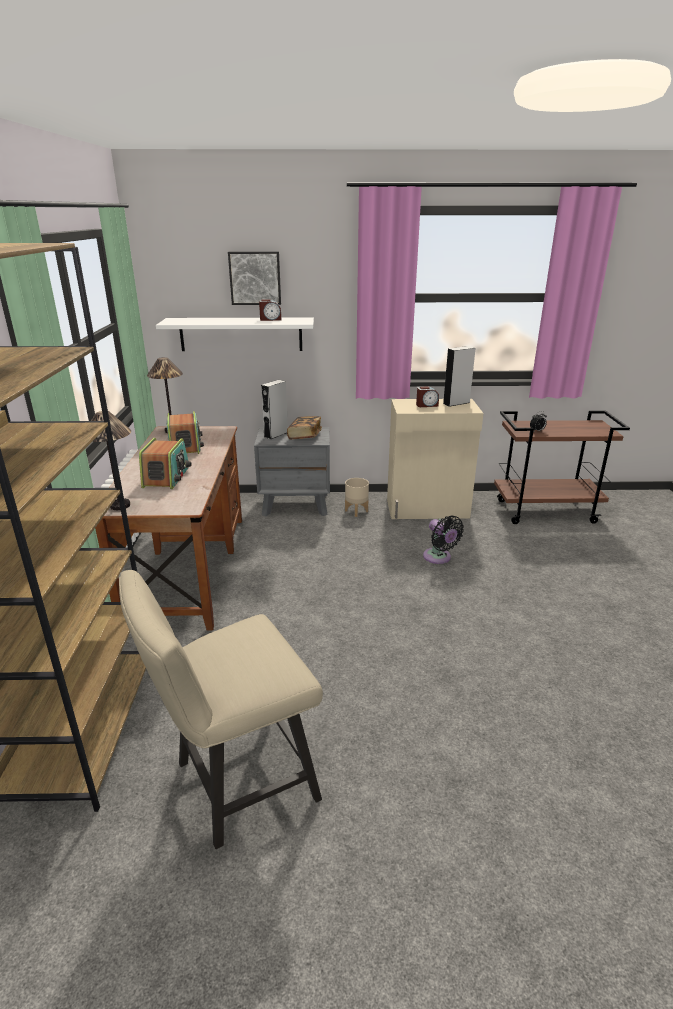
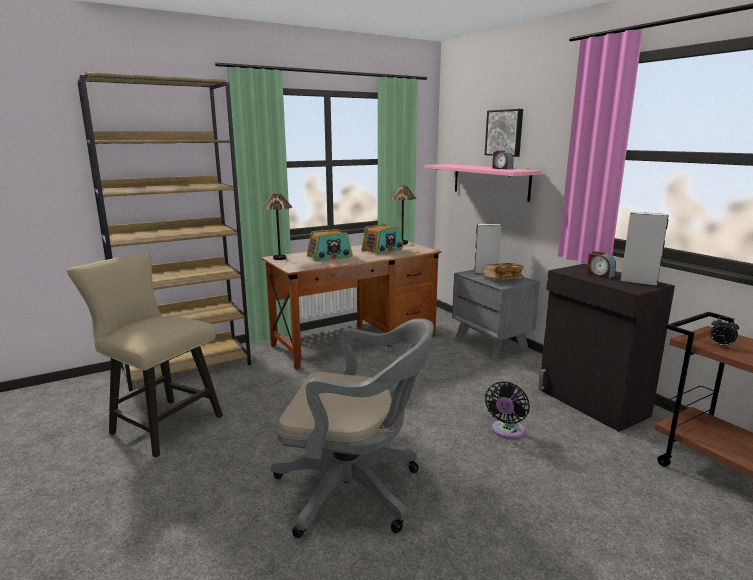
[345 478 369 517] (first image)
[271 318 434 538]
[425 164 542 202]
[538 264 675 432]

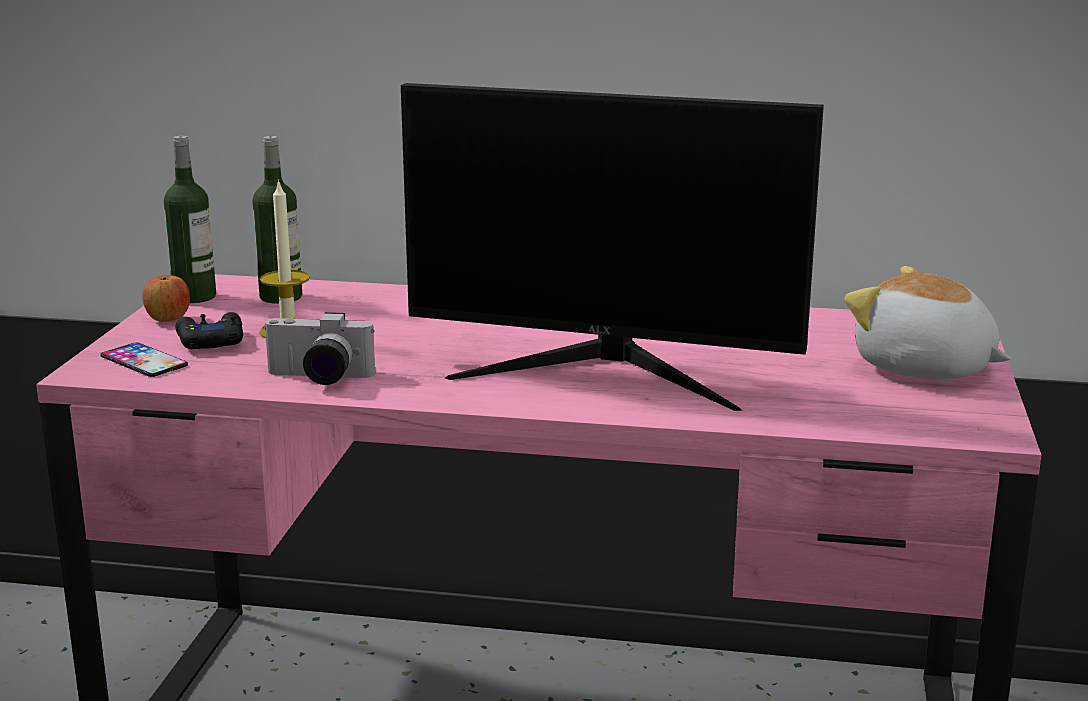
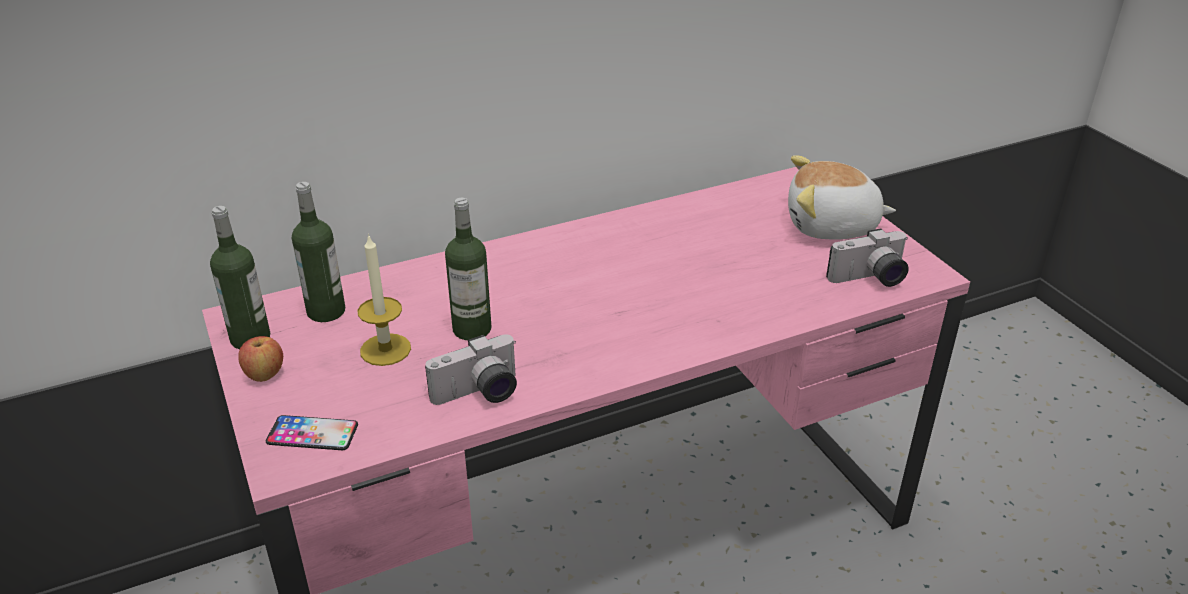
[176 312 243 349] (first image)
[401 83 824 411] (first image)
[445 198 492 340]
[826 228 909 287]

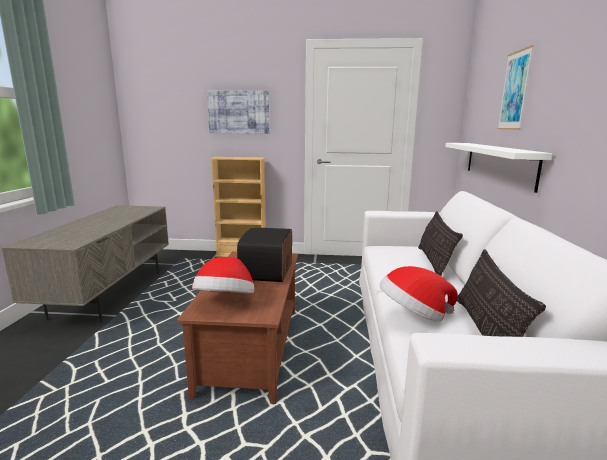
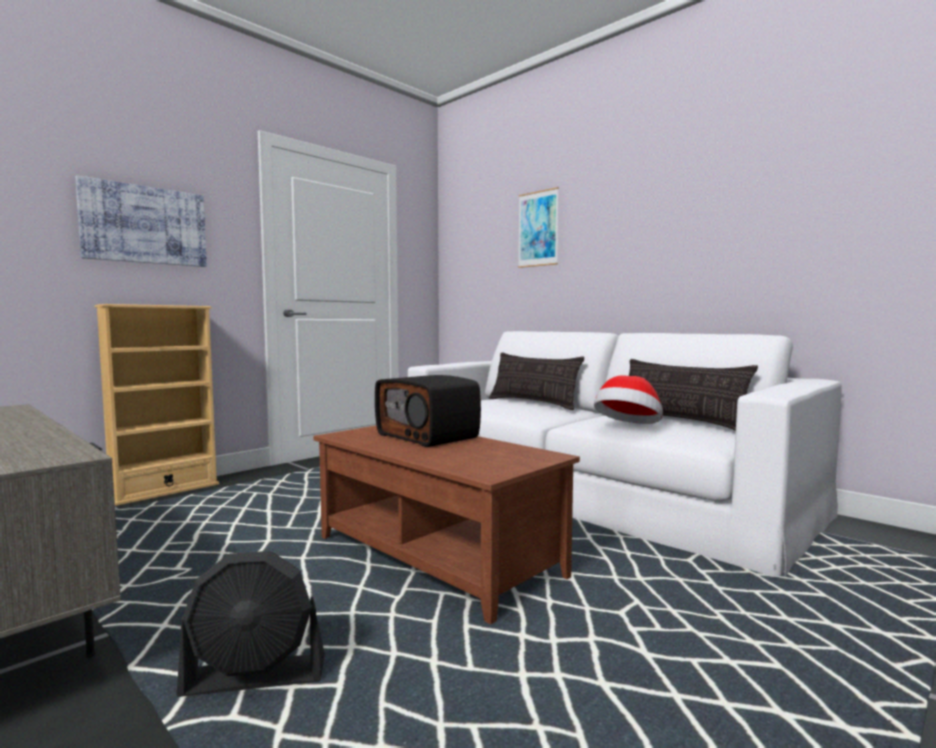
[192 257 254 294] (first image)
[445 143 552 193] (first image)
[176 551 325 697]

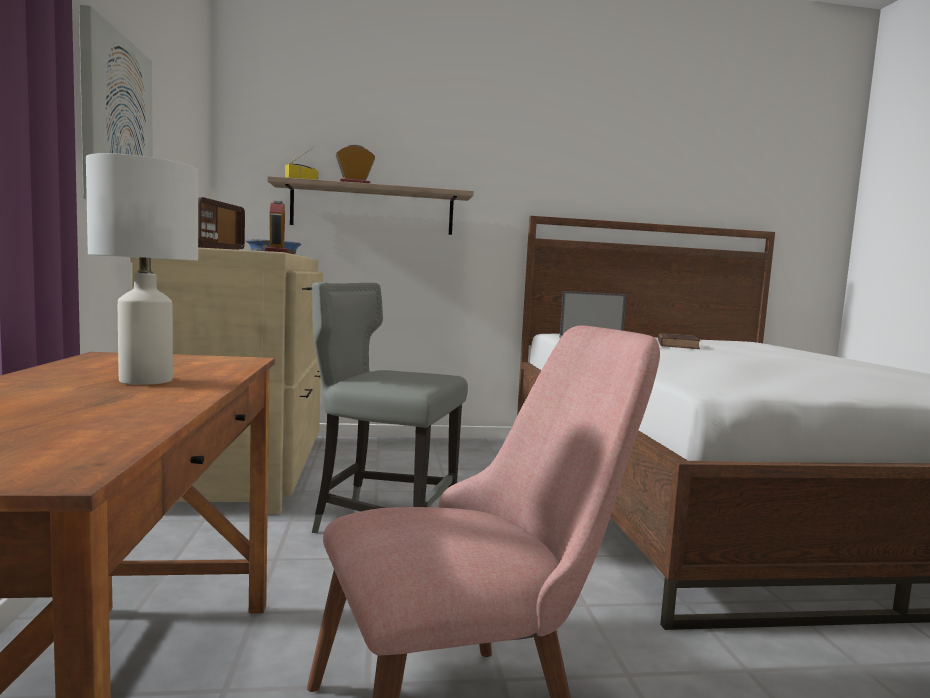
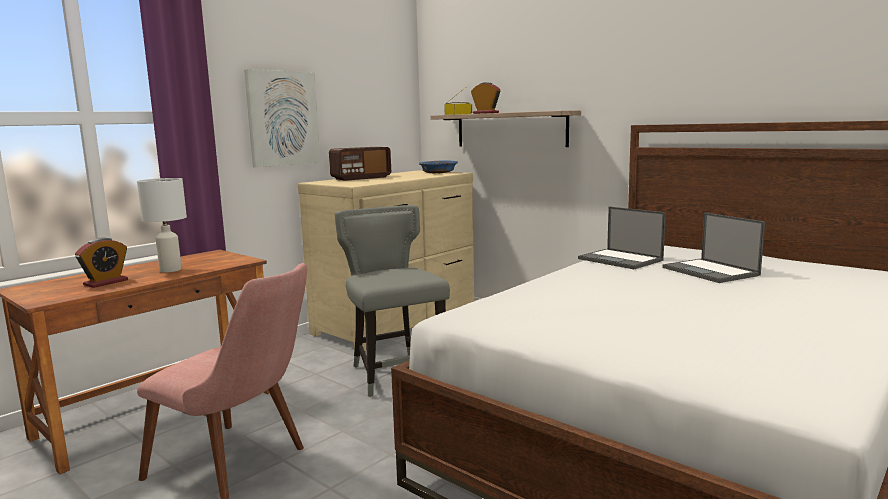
[75 238 128 288]
[662 213 765 283]

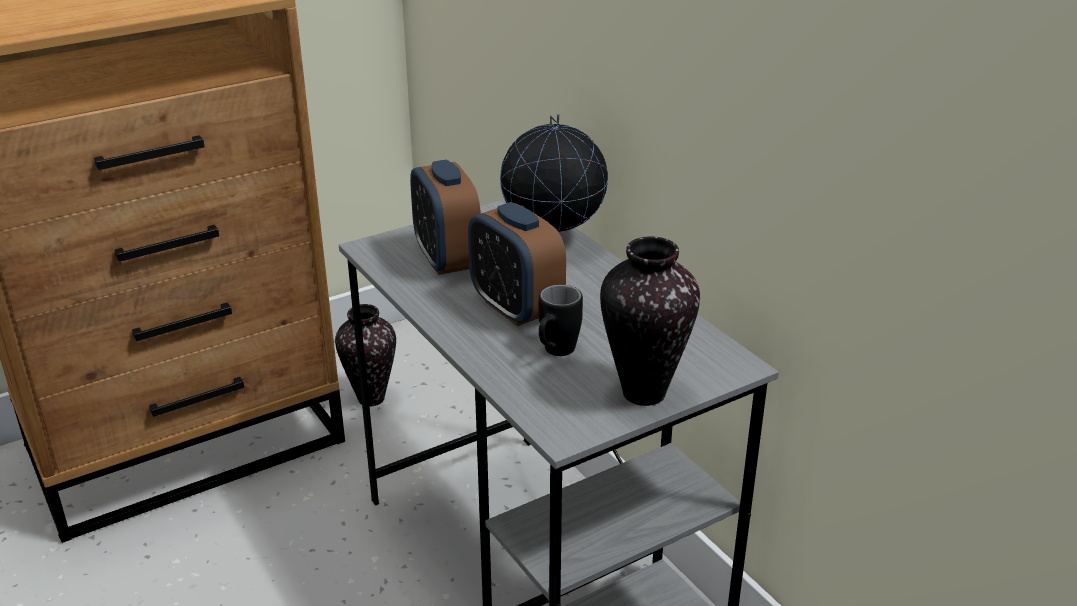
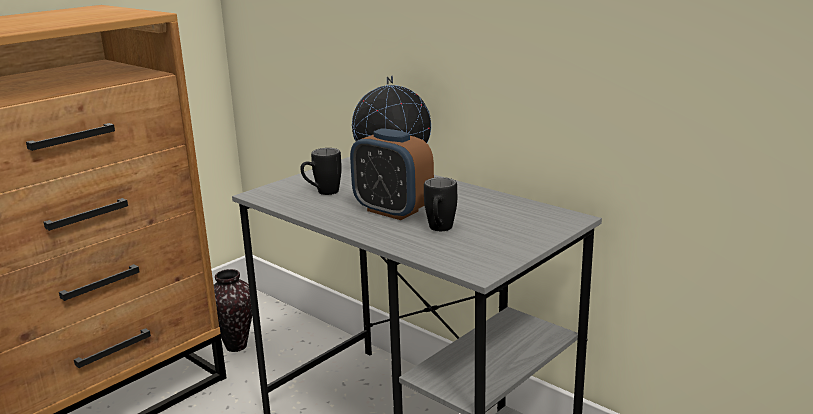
[600 236 700 406] (first image)
[300 148 342 195]

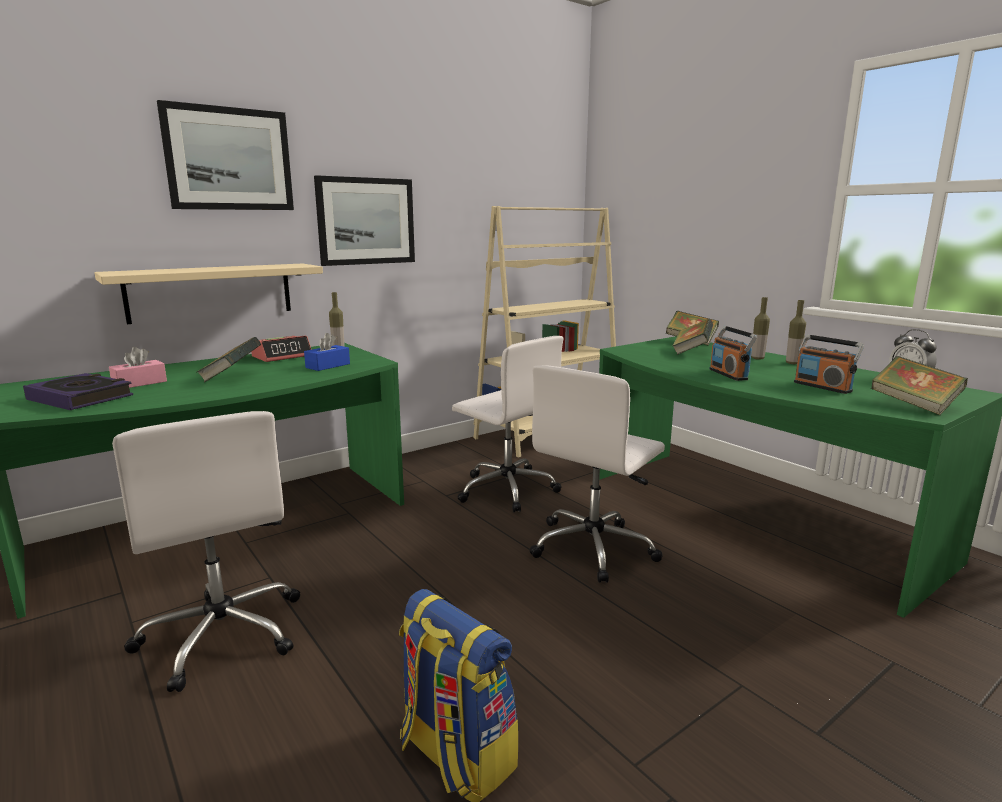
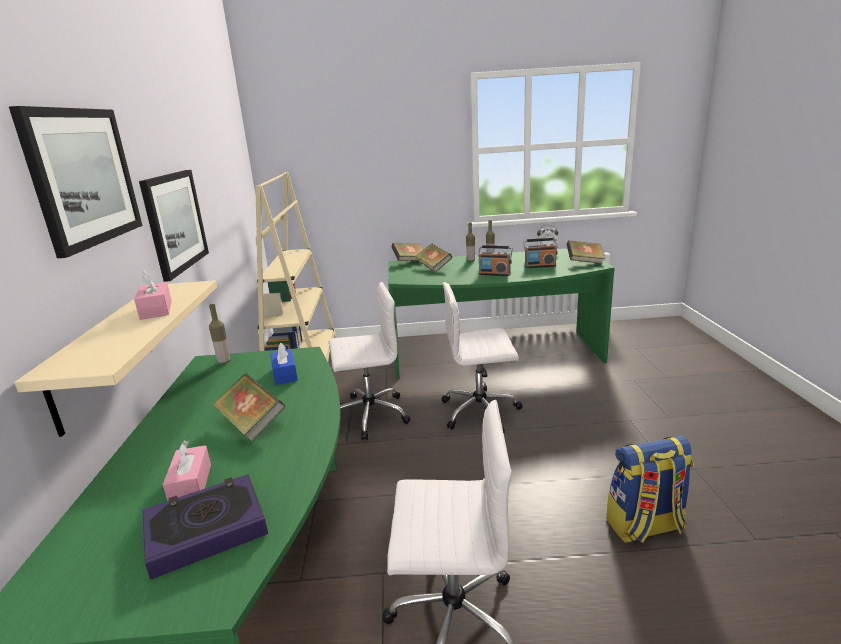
[251 335 312 362] (first image)
[134 270 172 320]
[442 282 523 433]

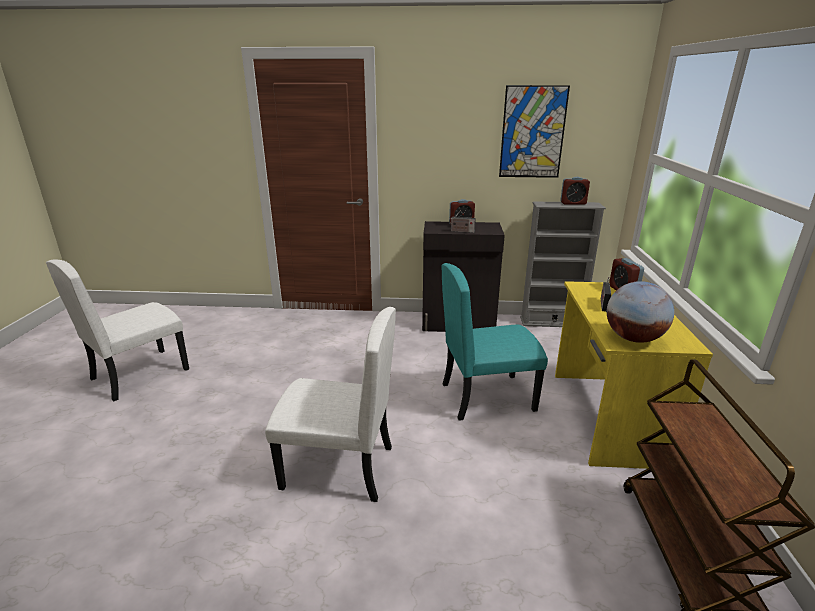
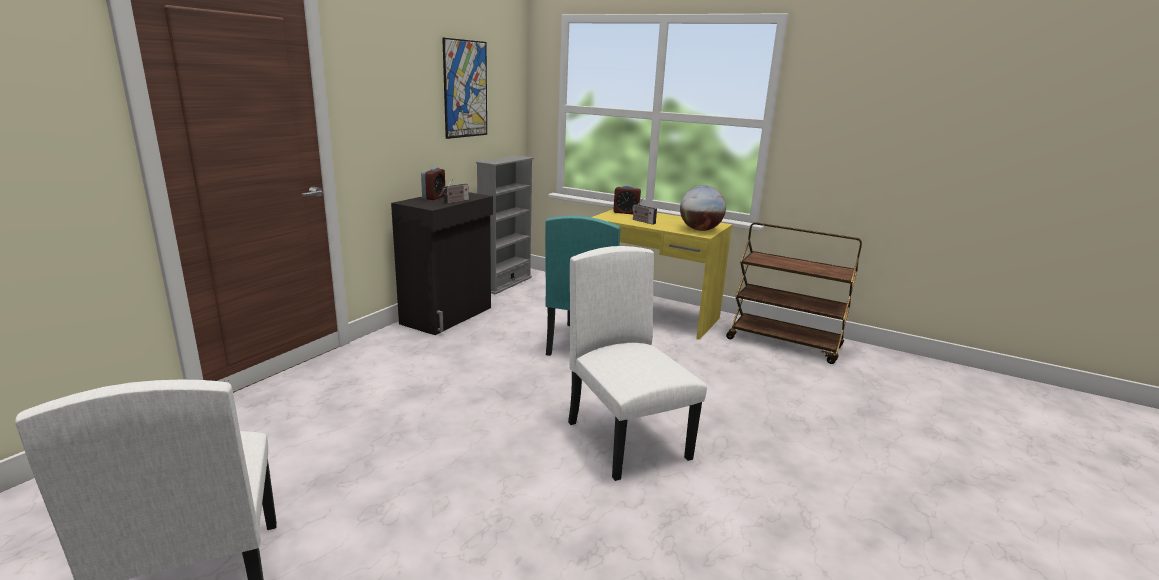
[560 177 590 205] (first image)
[568 246 707 481]

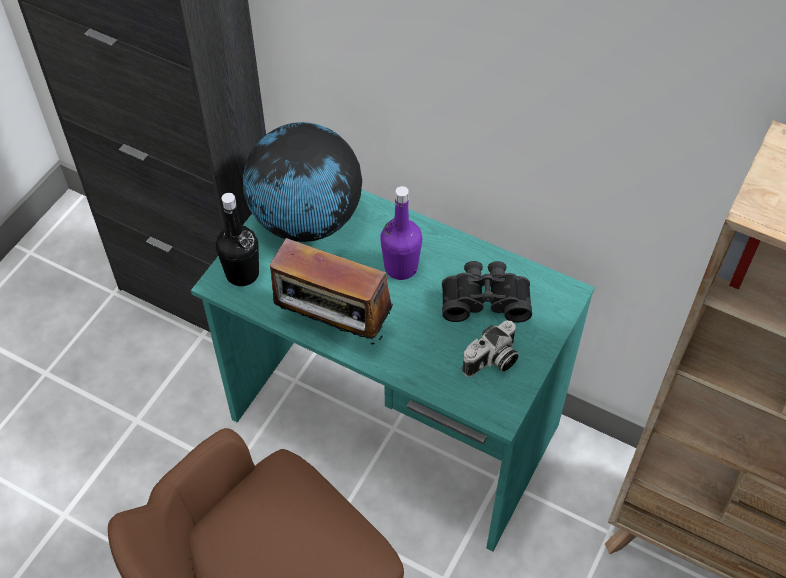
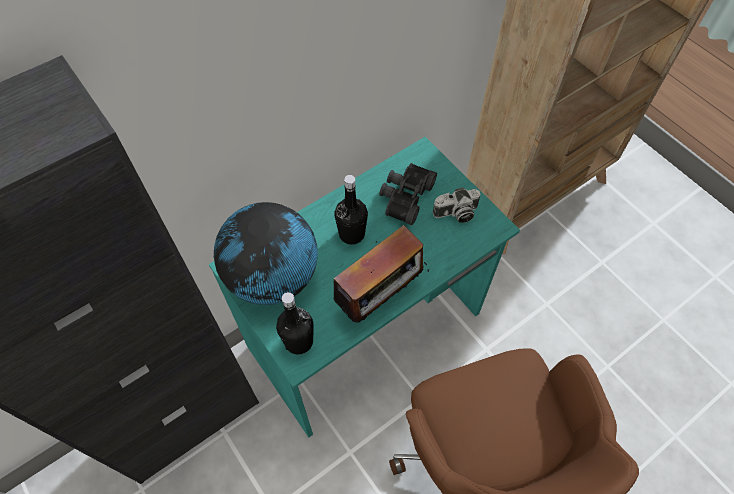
[334 175 368 245]
[433 187 481 223]

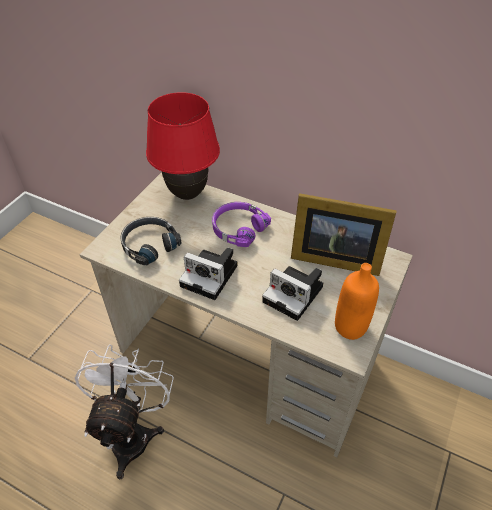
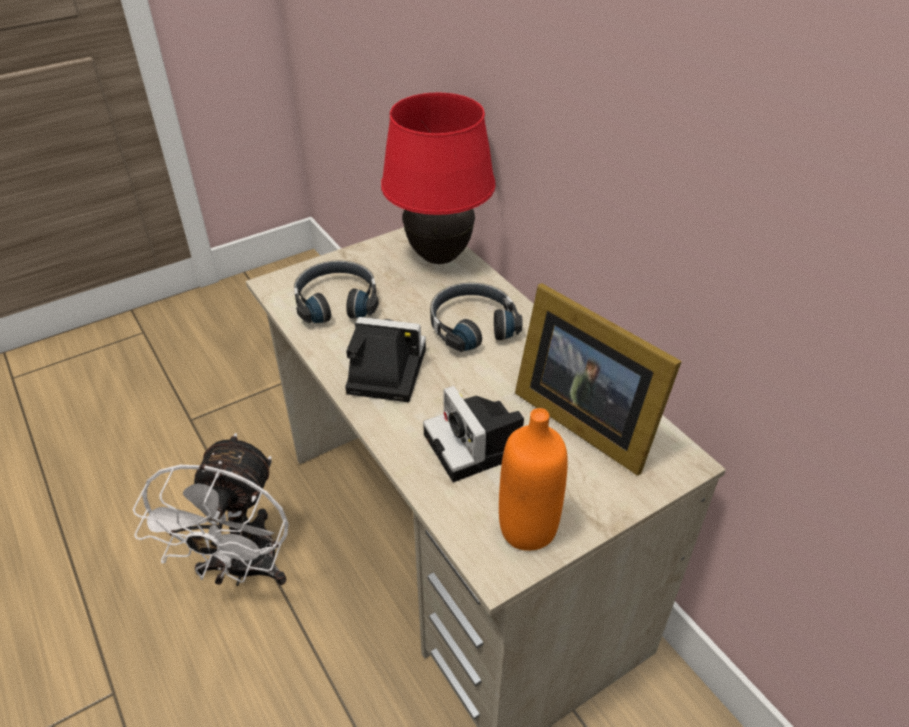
[430 282 523 352]
[133 433 289 586]
[345 317 426 402]

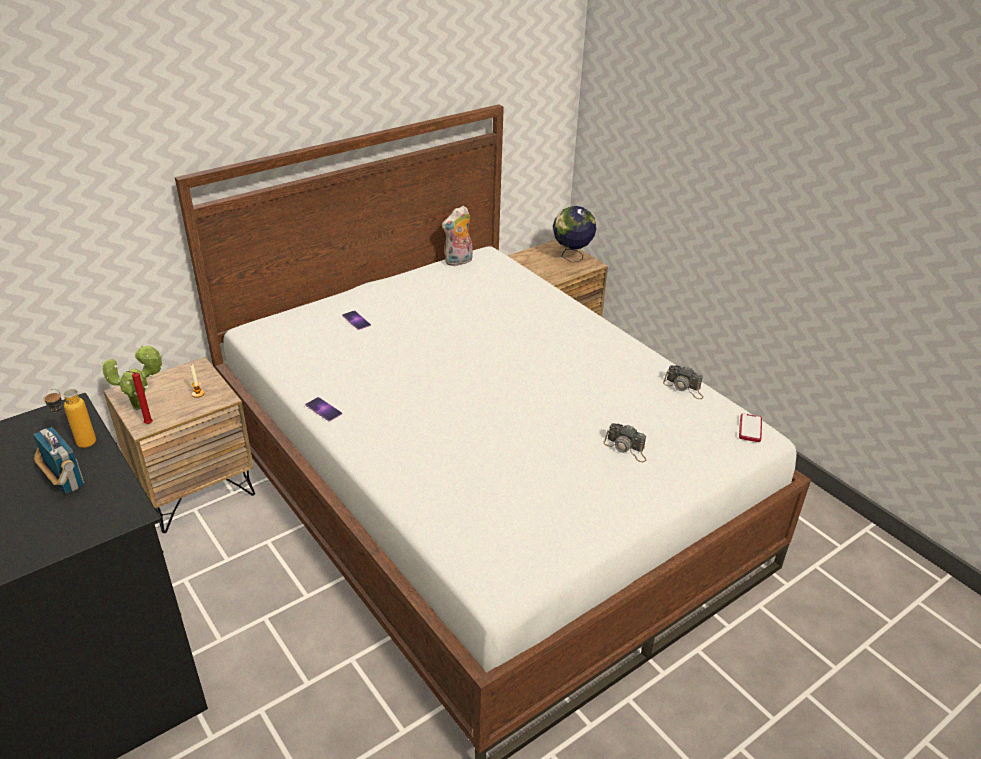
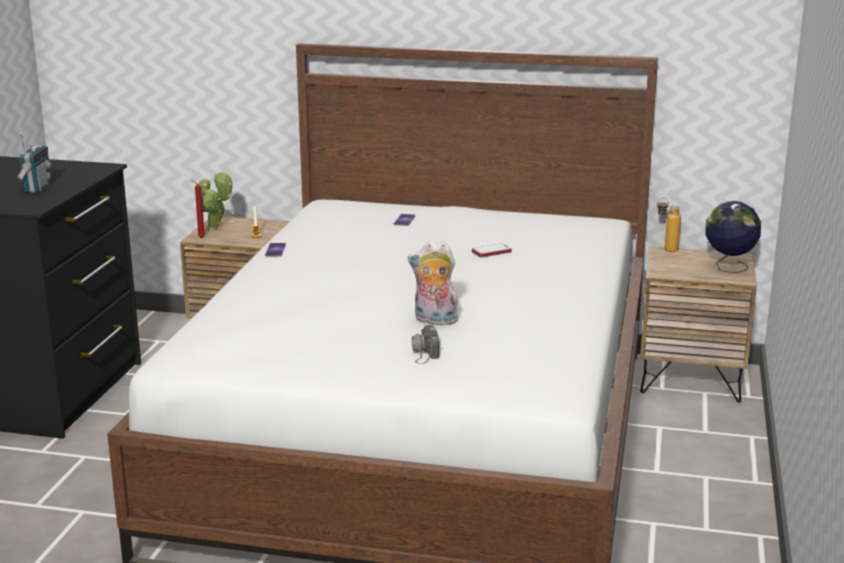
[663 365 703 399] (first image)
[657 198 681 252]
[408 241 458 325]
[472 243 512 257]

